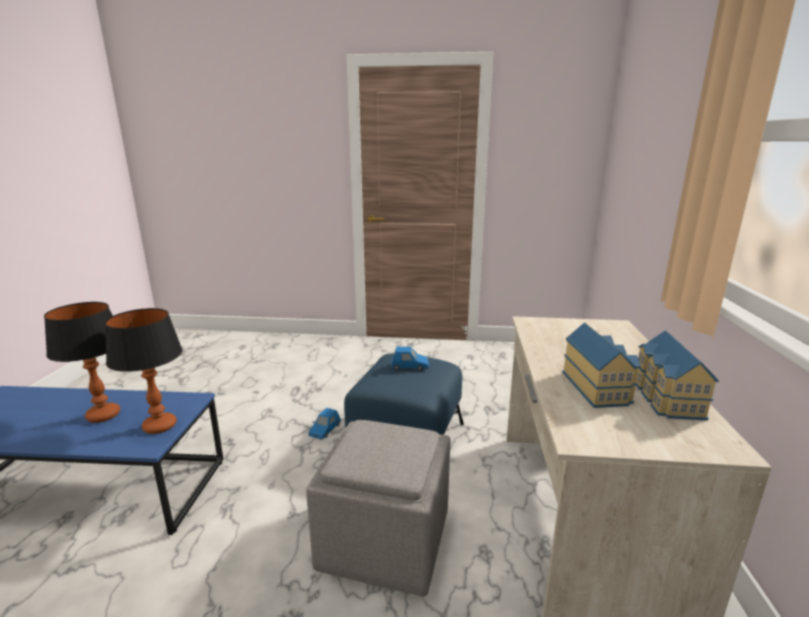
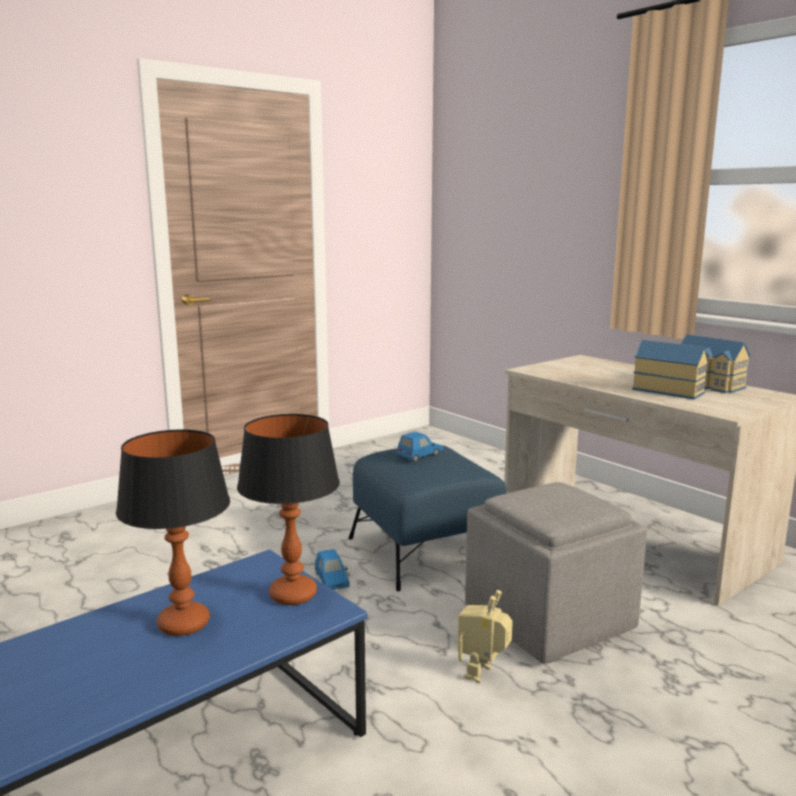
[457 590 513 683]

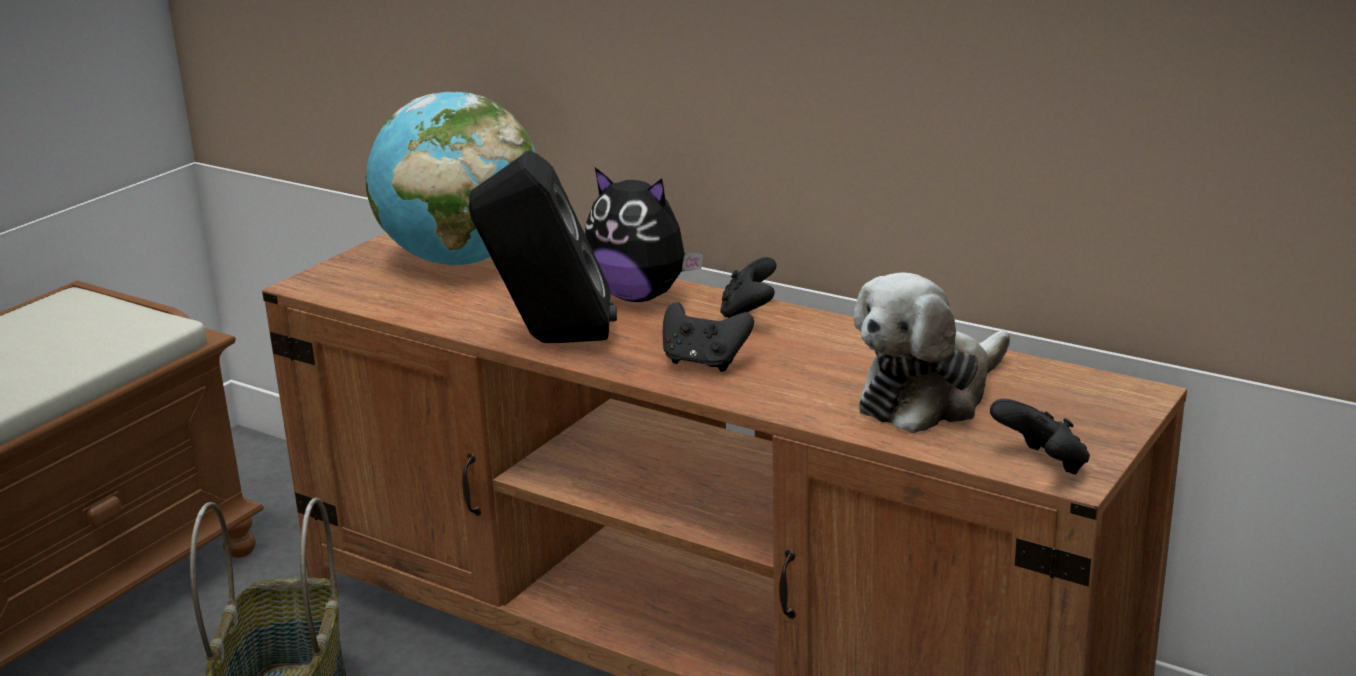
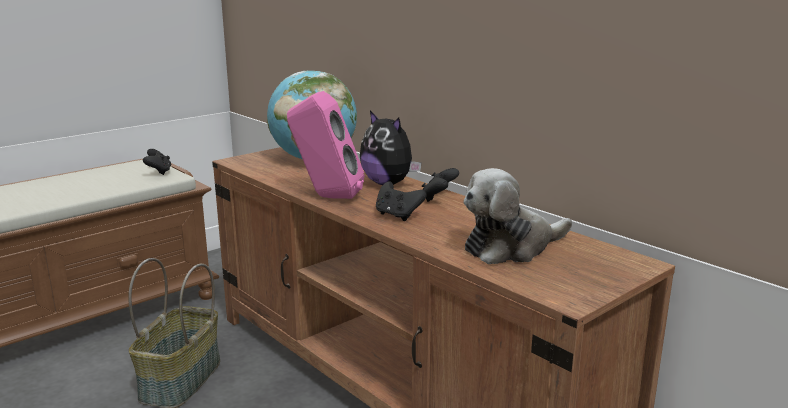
[143 149 171 175]
[287 91 364 199]

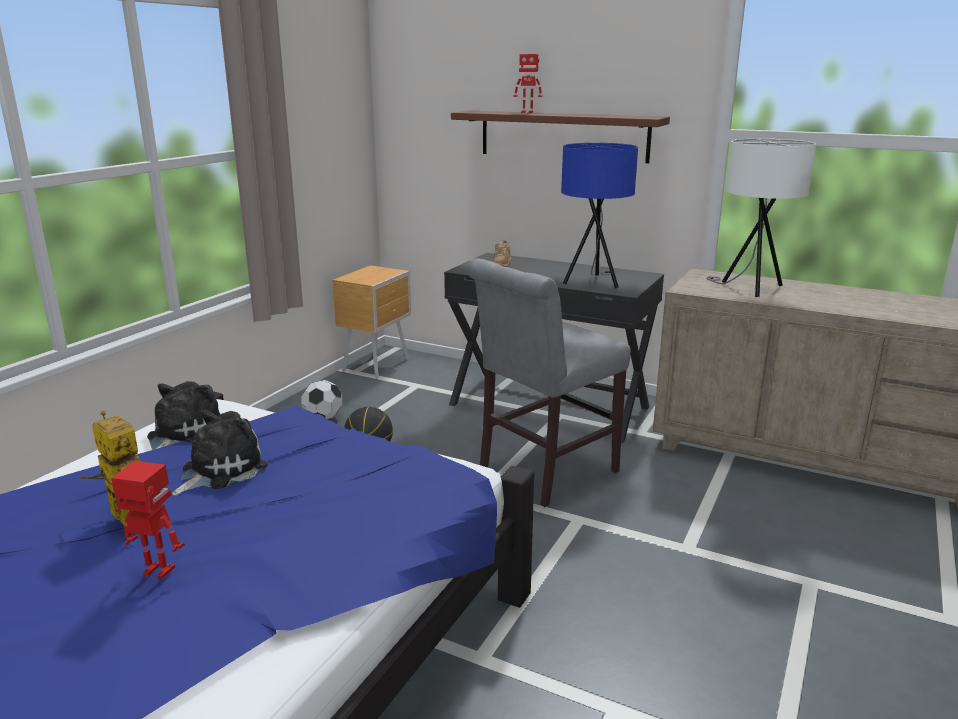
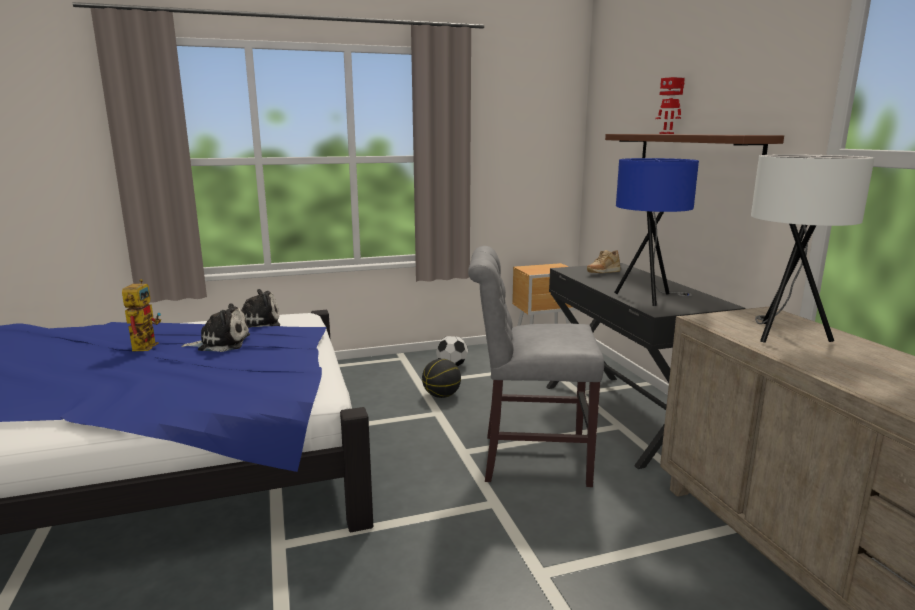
[111 461 185 579] (first image)

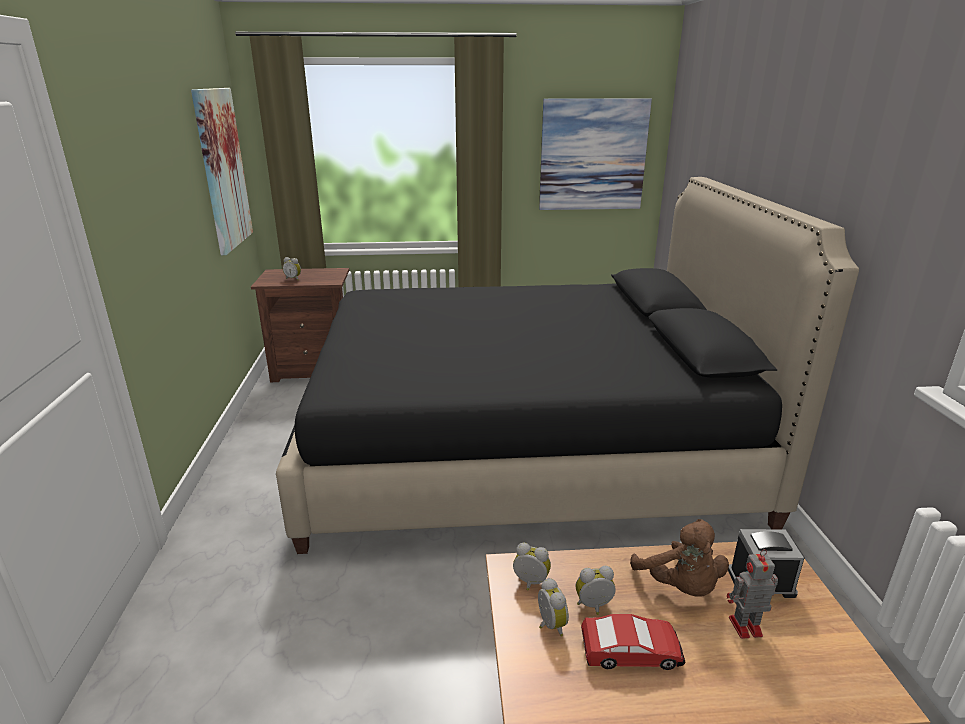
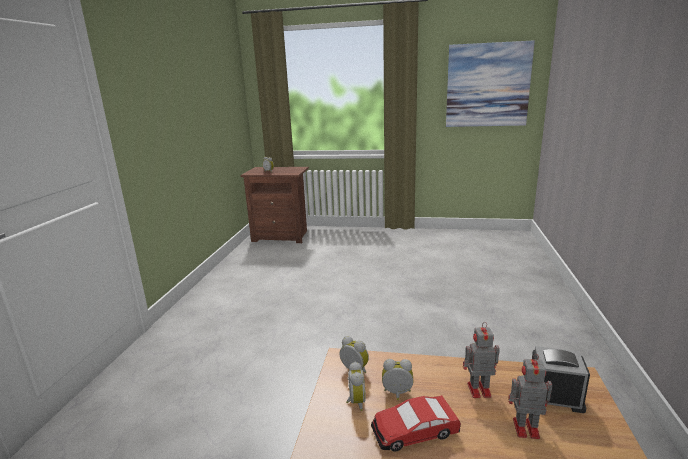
[191 88 253 255] (first image)
[276 177 859 554] (first image)
[463 322 500 398]
[371 395 461 452]

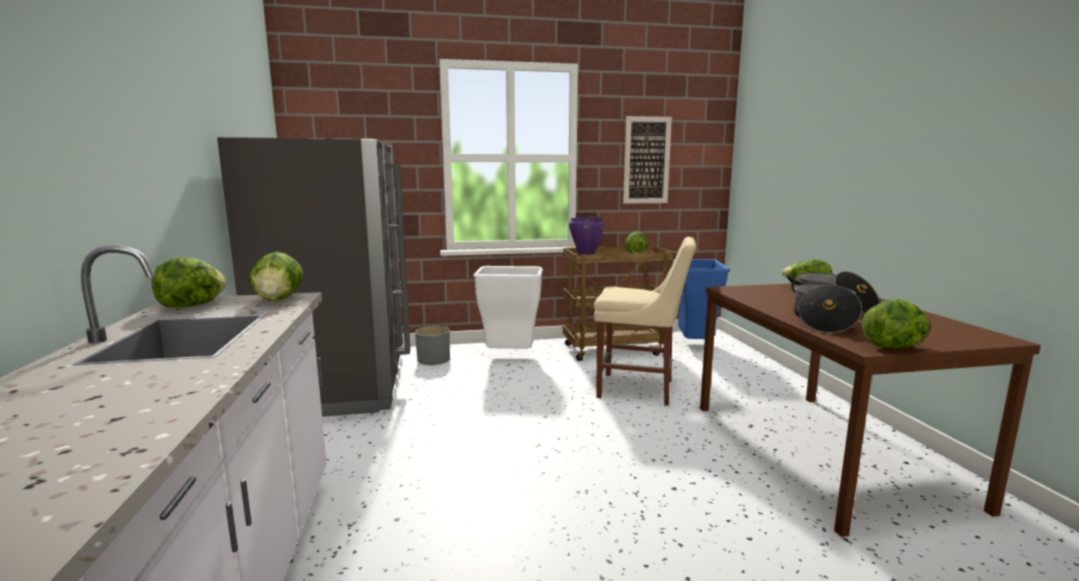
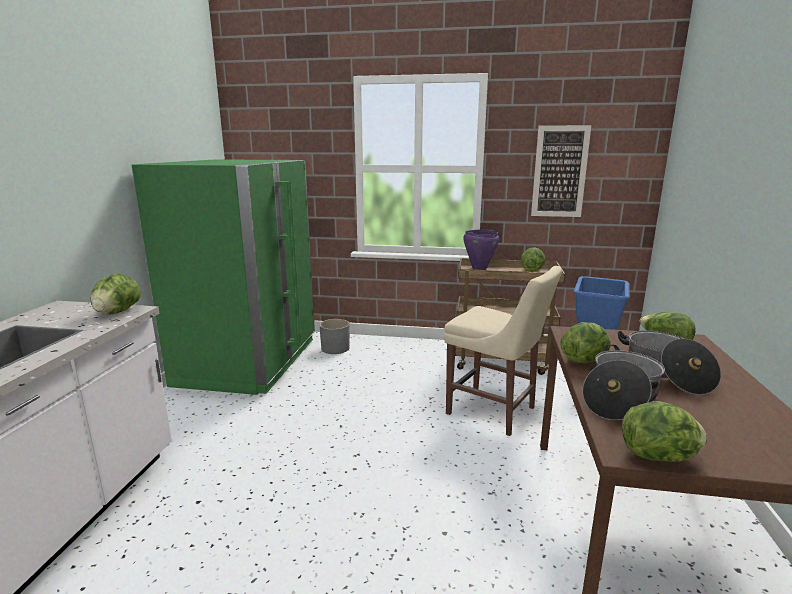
[473 266 543 349] (first image)
[560 322 611 363]
[132 159 315 395]

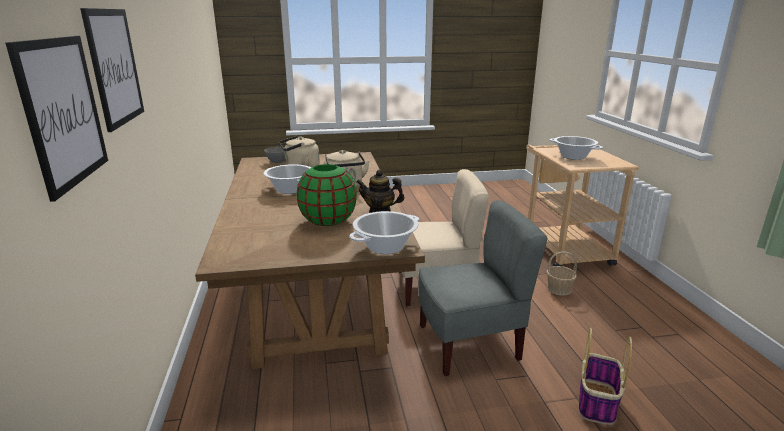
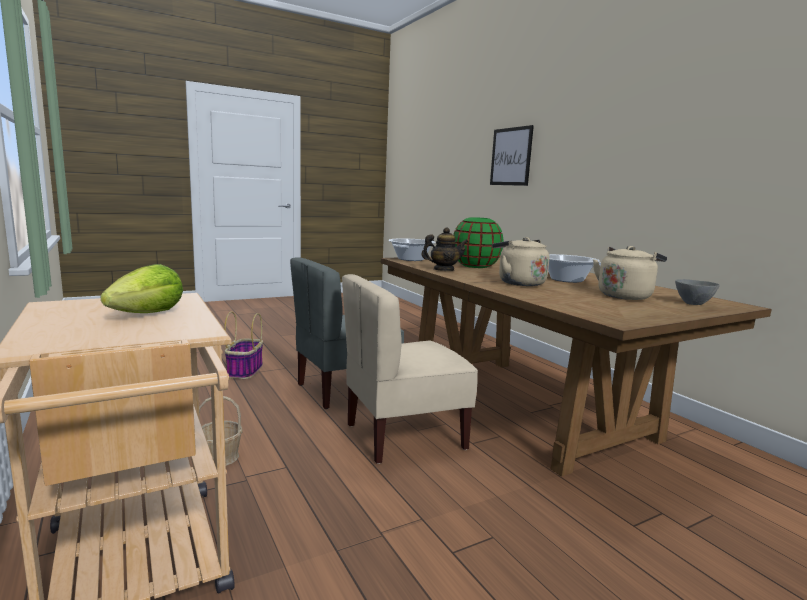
[80 8 144 132] (first image)
[101 264 183 313]

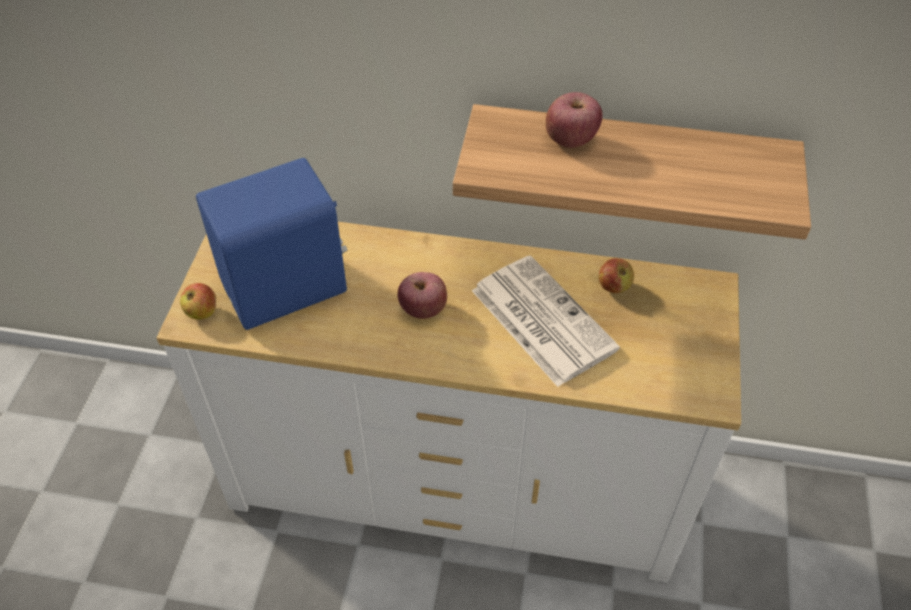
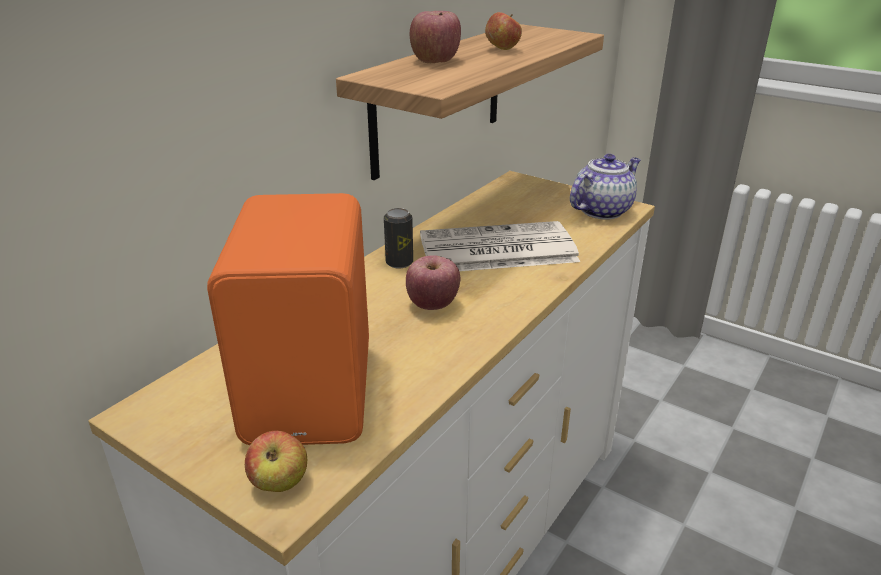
[384 208 413 269]
[570 154 641 220]
[485 12 522 50]
[207 193 369 445]

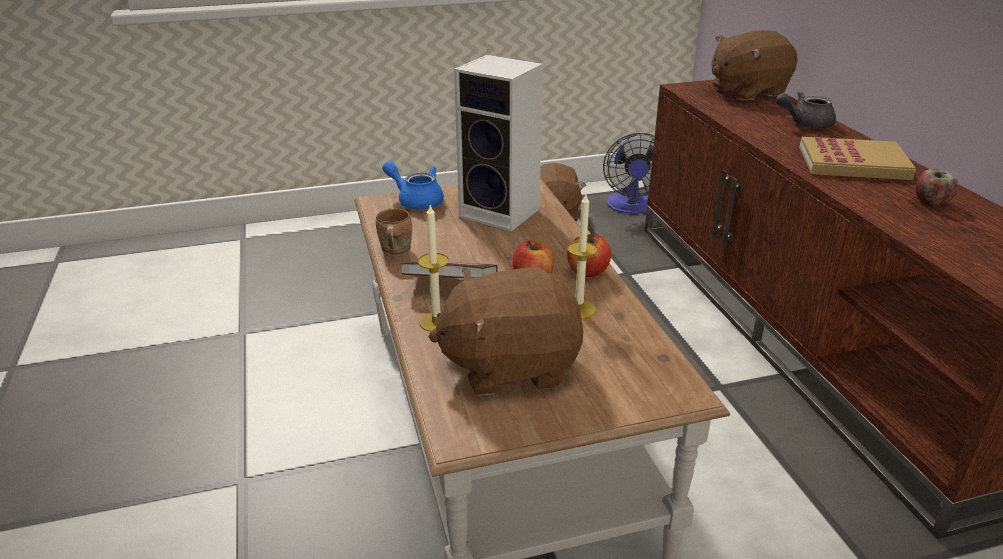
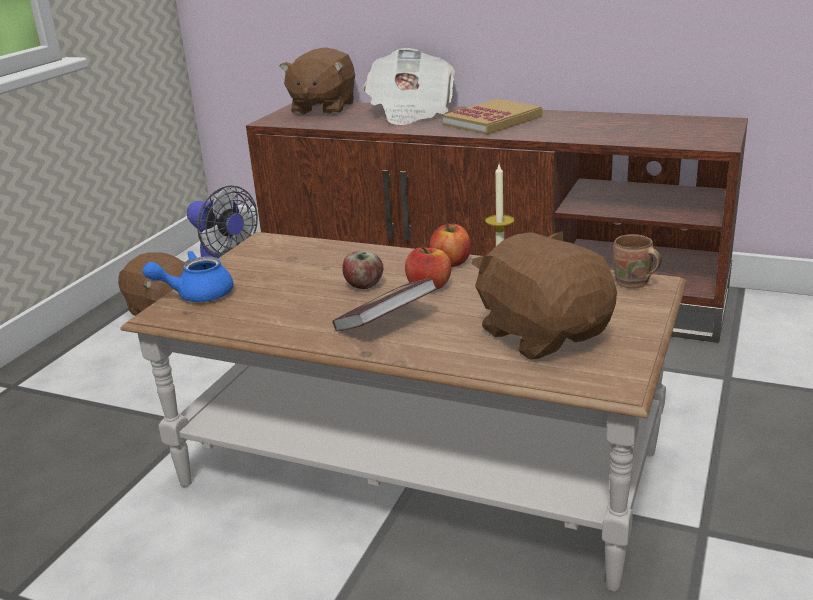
[418 205 449 332] (first image)
[454 55 543 232] (first image)
[613 234 662 288]
[342 251 383 289]
[363 48 455 125]
[471 231 617 360]

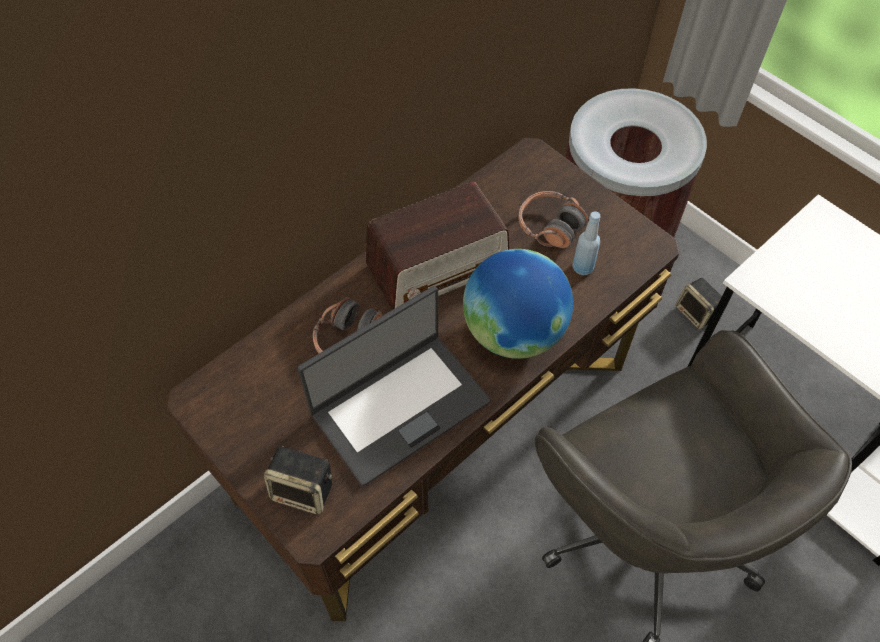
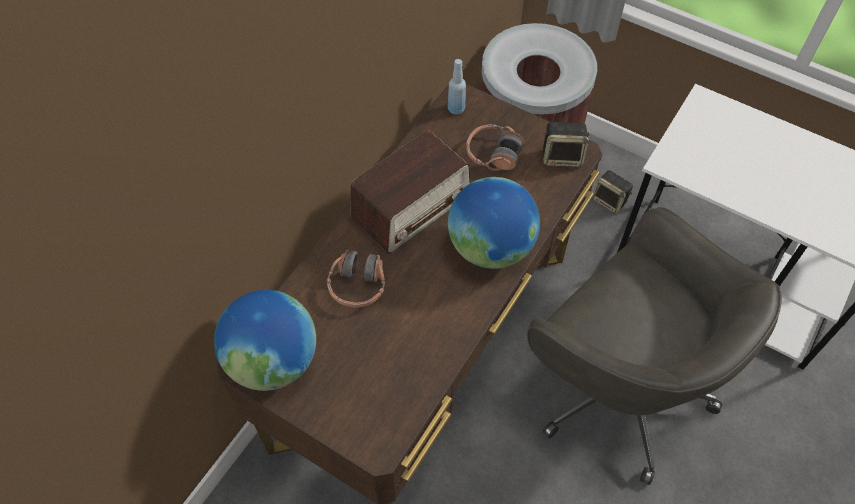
[297 286 491 486] (first image)
[214 290 316 391]
[543 122 590 167]
[448 59 466 114]

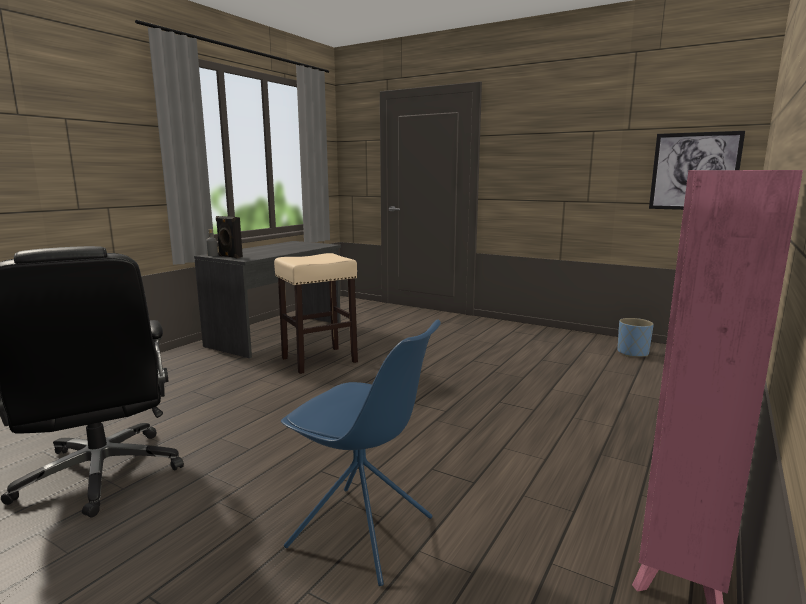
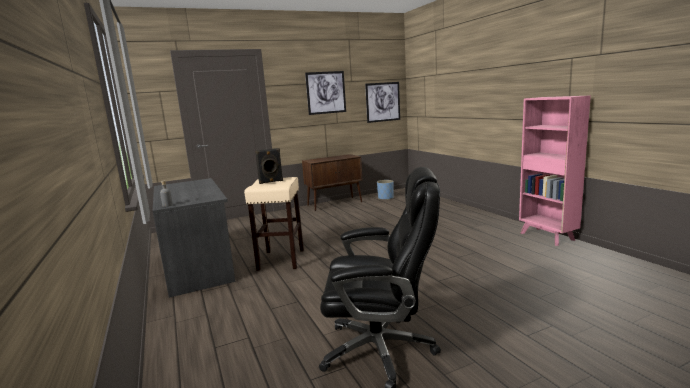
[281 320 441 586] (first image)
[302 154 362 211]
[305 71 346 115]
[255 148 283 184]

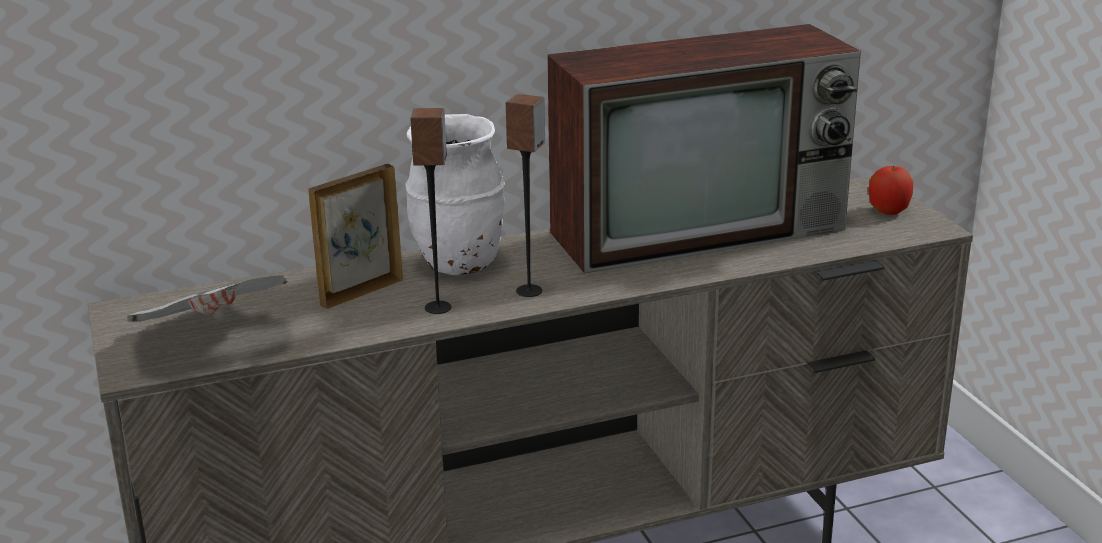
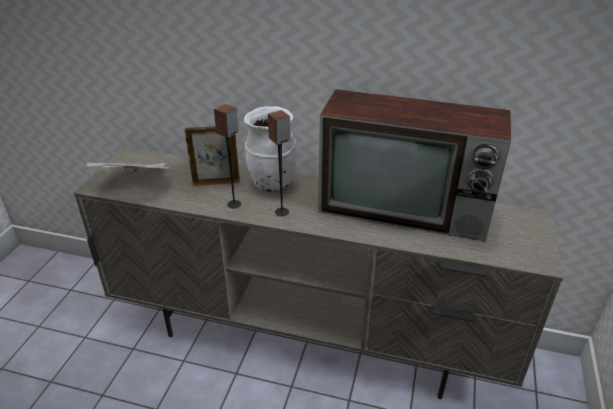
[868 166 913 215] (first image)

